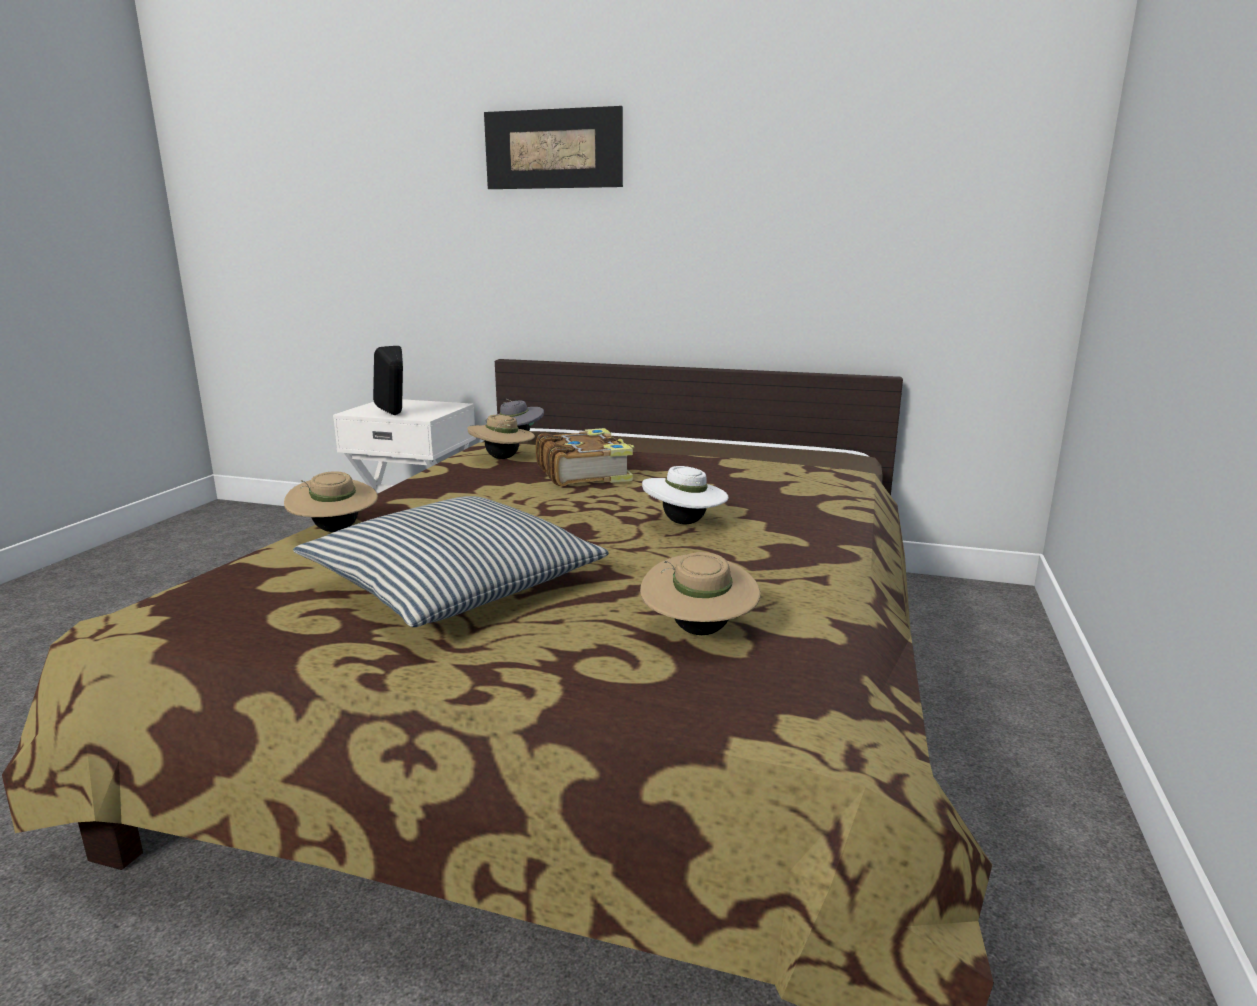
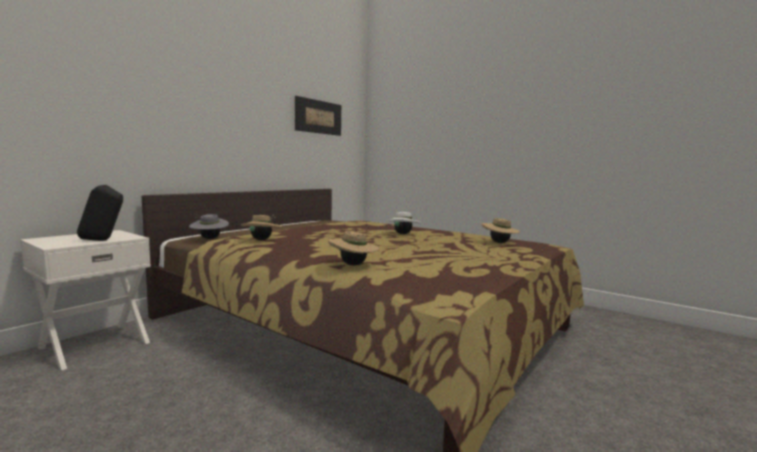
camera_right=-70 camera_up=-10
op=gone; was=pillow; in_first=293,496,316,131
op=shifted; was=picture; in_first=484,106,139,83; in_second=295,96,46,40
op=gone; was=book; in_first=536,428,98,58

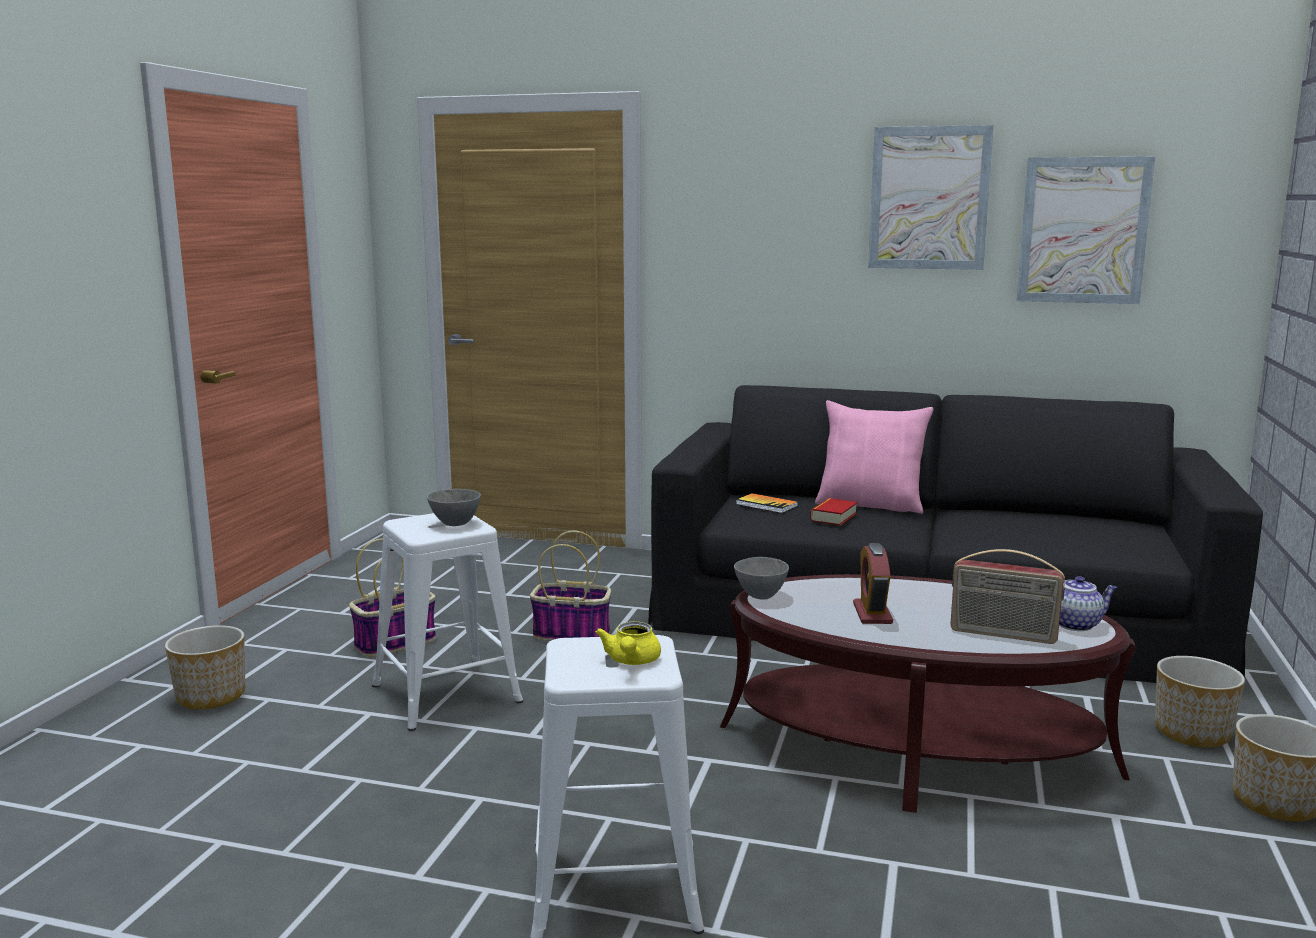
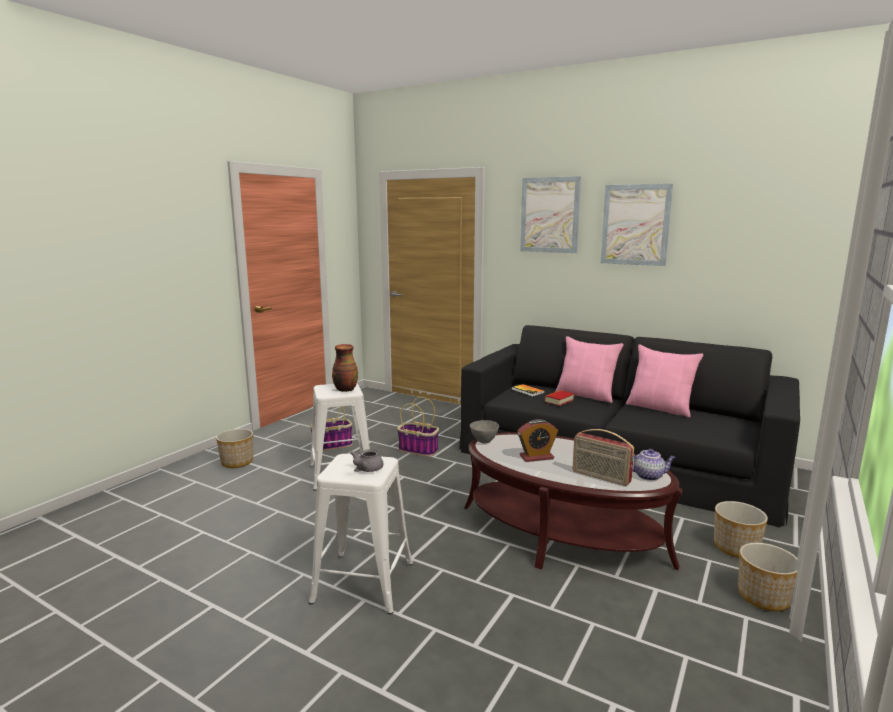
camera_right=15 camera_up=0
op=swapped; was=bowl/grey; now=vase; in_first=427,489,54,37; in_second=332,344,26,48
op=repainted; was=teapot/yellow; now=teapot/grey; in_first=595,621,66,44; in_second=351,449,32,23
op=rotated; was=alarm clock; in_first=853,543,40,81; in_second=517,419,41,43; clockwise=-120
op=shifted; was=picture; in_first=1016,156,139,148; in_second=520,176,61,77
op=new; now=pillow/pink; in_second=626,344,78,74

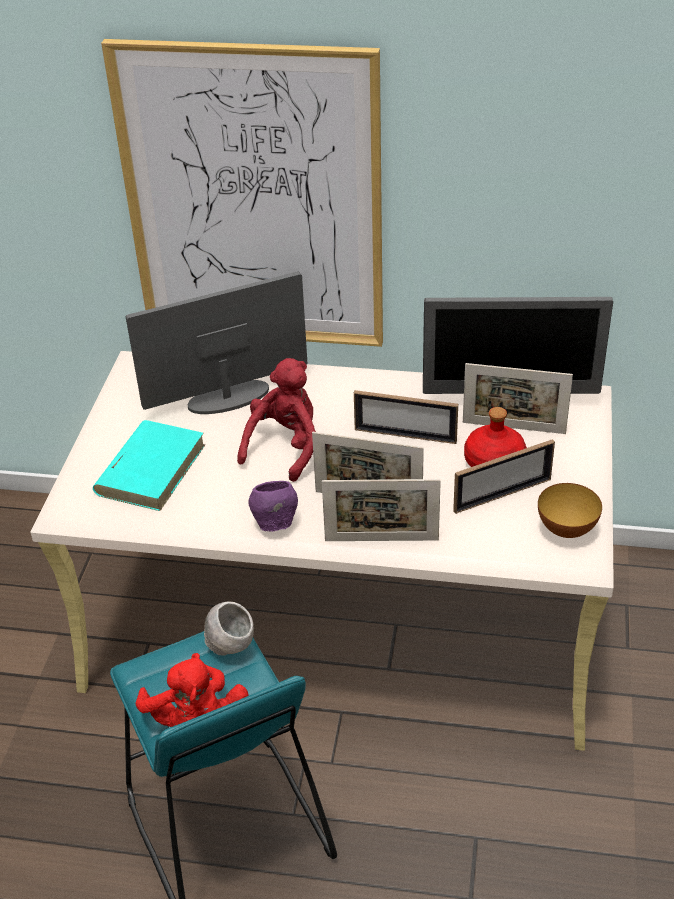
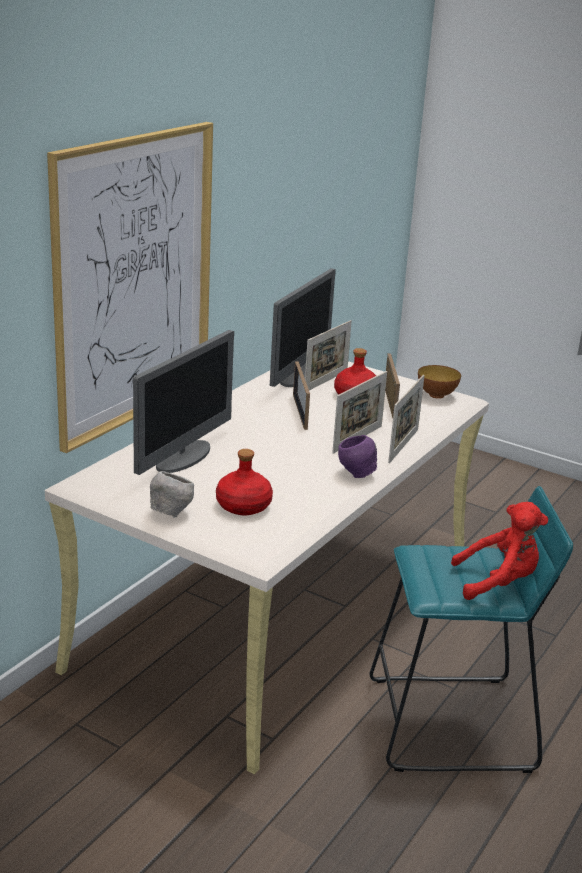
camera_right=-70 camera_up=-15
op=swapped; was=book/turquoise; now=bottle/red; in_first=93,420,112,91; in_second=216,449,57,66
op=rotated; was=monitor; in_first=126,271,181,143; in_second=133,330,101,145; clockwise=-150
op=shifted; was=bowl/grey; in_first=204,601,50,55; in_second=150,471,44,47
op=gone; was=plush toy/red; in_first=237,358,79,124
op=rotated; was=picture frame; in_first=354,390,104,54; in_second=293,361,17,69; clockwise=135

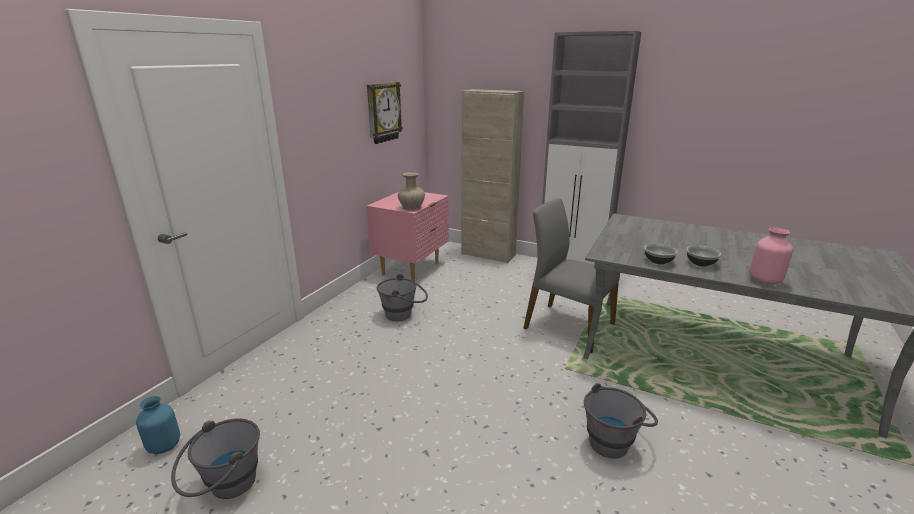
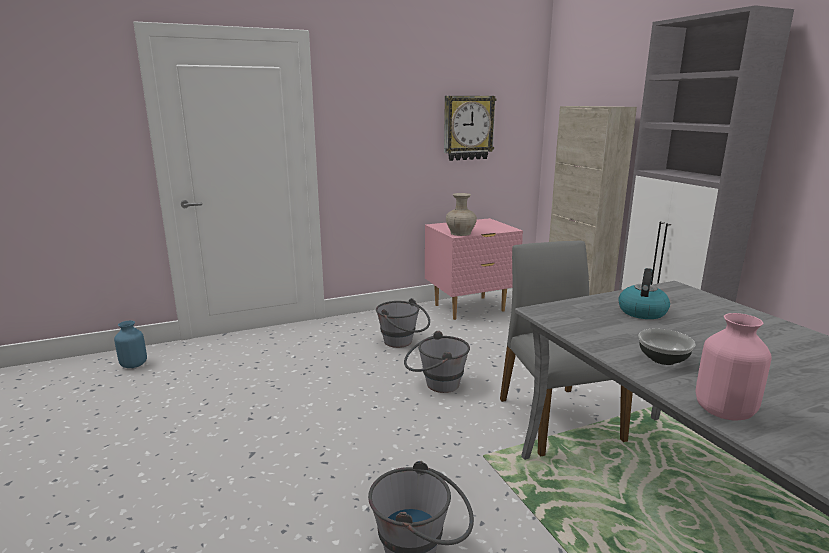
camera_right=40 camera_up=-5
op=shifted; was=bucket/grey; in_first=171,419,89,80; in_second=404,331,66,62
op=gone; was=bowl; in_first=644,244,33,20
op=new; now=kettle; in_second=619,268,51,51

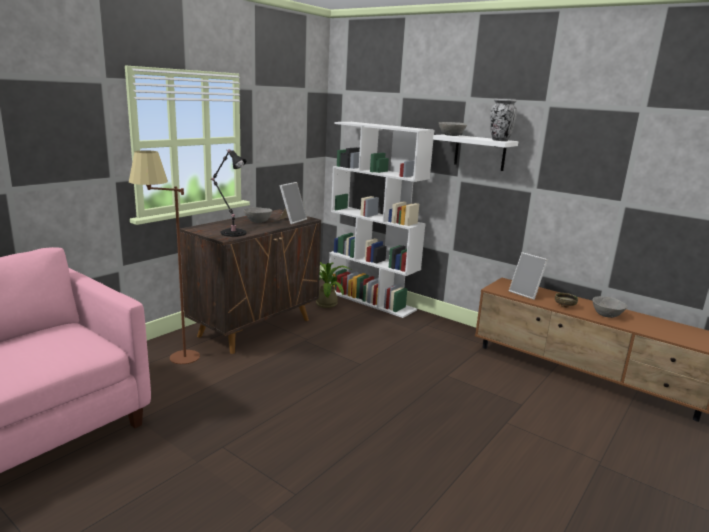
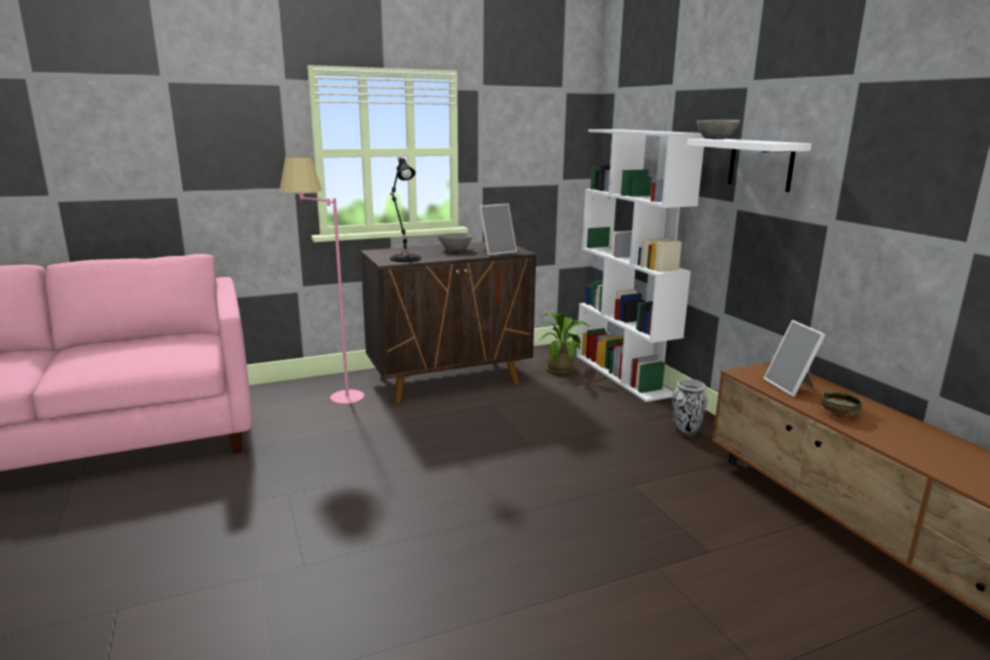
camera_right=30 camera_up=0
op=repainted; was=floor lamp/brown; now=floor lamp/pink; in_first=129,150,71,214; in_second=280,156,84,248
op=shifted; was=vase; in_first=490,99,27,42; in_second=672,379,36,57
op=gone; was=bowl/grey; in_first=592,296,36,22

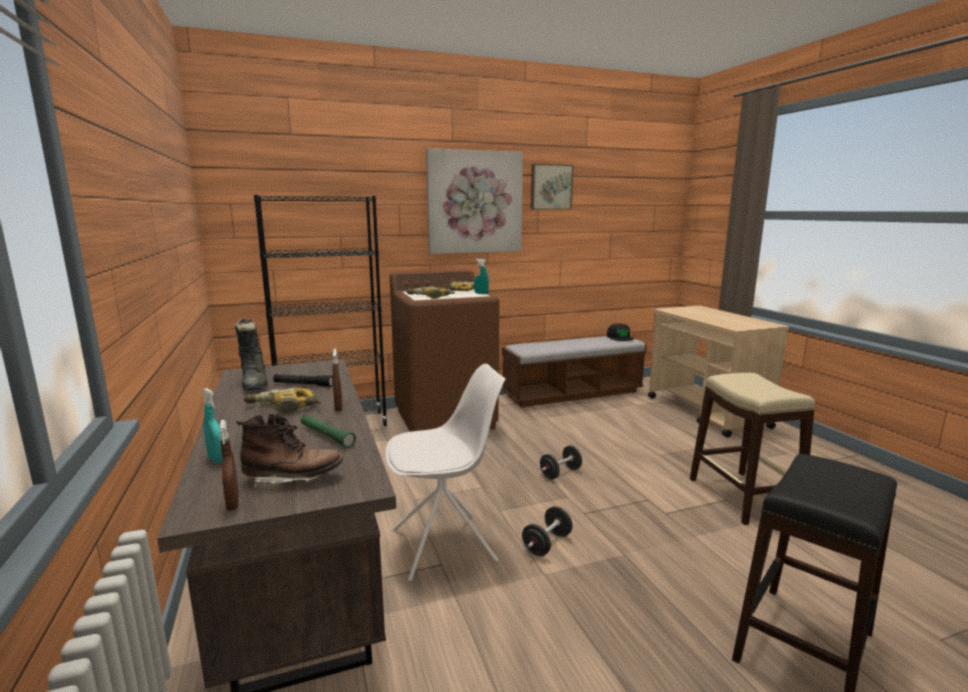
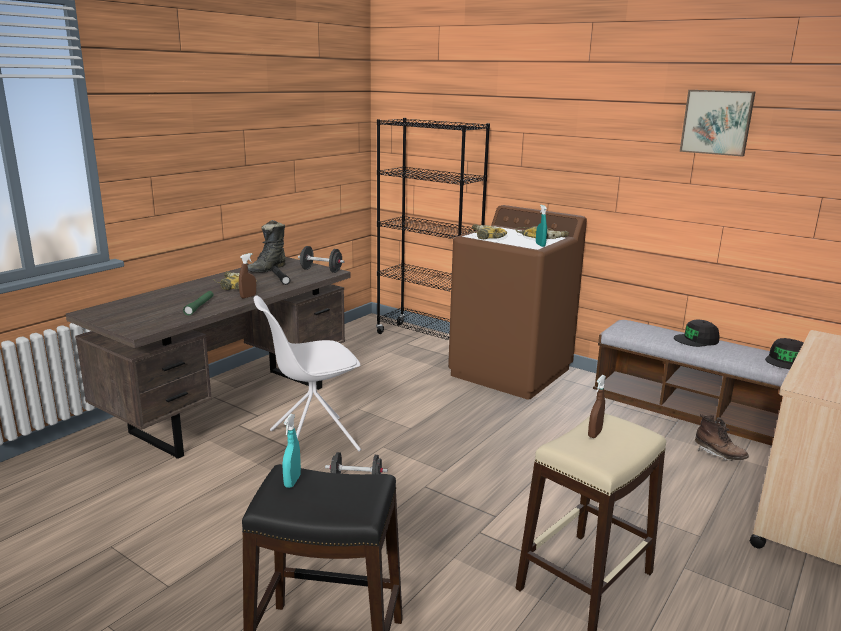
camera_right=55 camera_up=5
op=shifted; was=spray bottle/turquoise; in_first=202,388,20,76; in_second=283,414,18,74
op=shifted; was=spray bottle/brown; in_first=219,420,20,91; in_second=588,375,18,63
op=shifted; was=boot/brown; in_first=236,413,107,76; in_second=695,414,54,47
op=rotated; was=chair/white; in_first=385,364,121,218; in_second=254,295,107,156; clockwise=120
op=gone; was=picture; in_first=426,148,97,106
op=shifted; was=dumbbell/black; in_first=540,445,42,35; in_second=298,246,47,27
op=new; now=cap/black; in_second=674,320,46,27

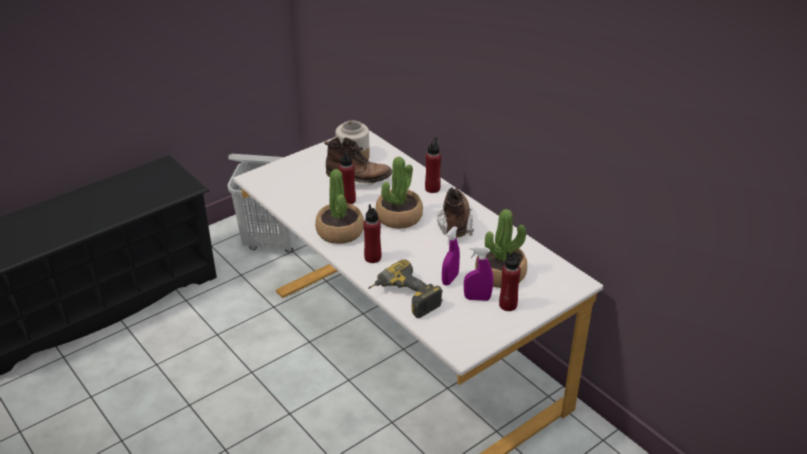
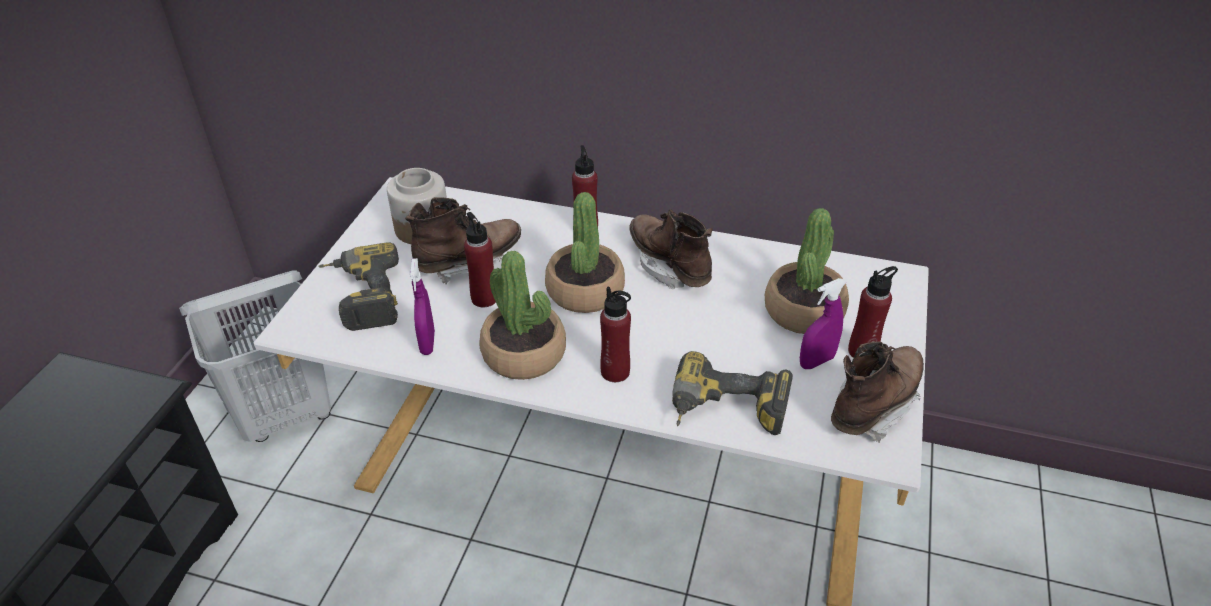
camera_right=-35 camera_up=5
op=shifted; was=spray bottle/purple; in_first=442,226,18,59; in_second=409,258,26,97
op=new; now=power drill; in_second=318,243,81,88
op=new; now=boot/brown; in_second=831,341,93,102

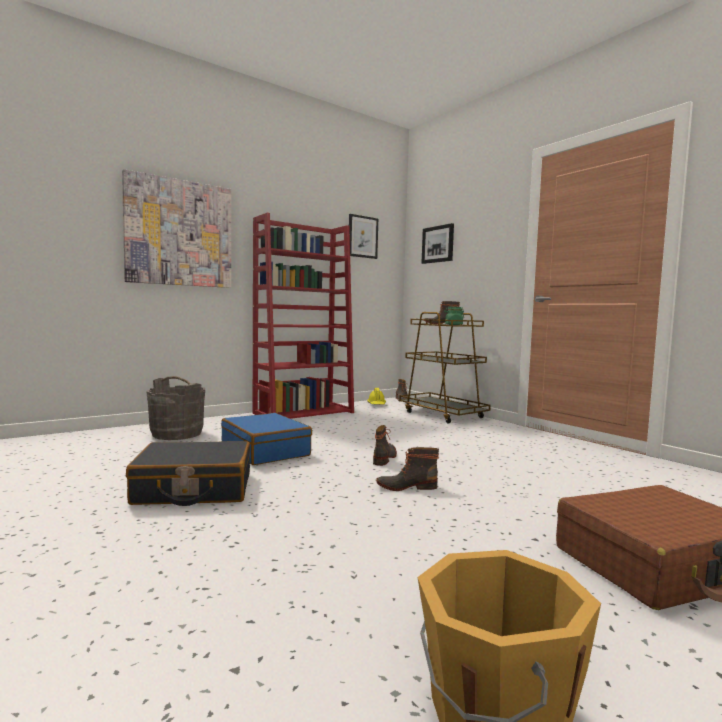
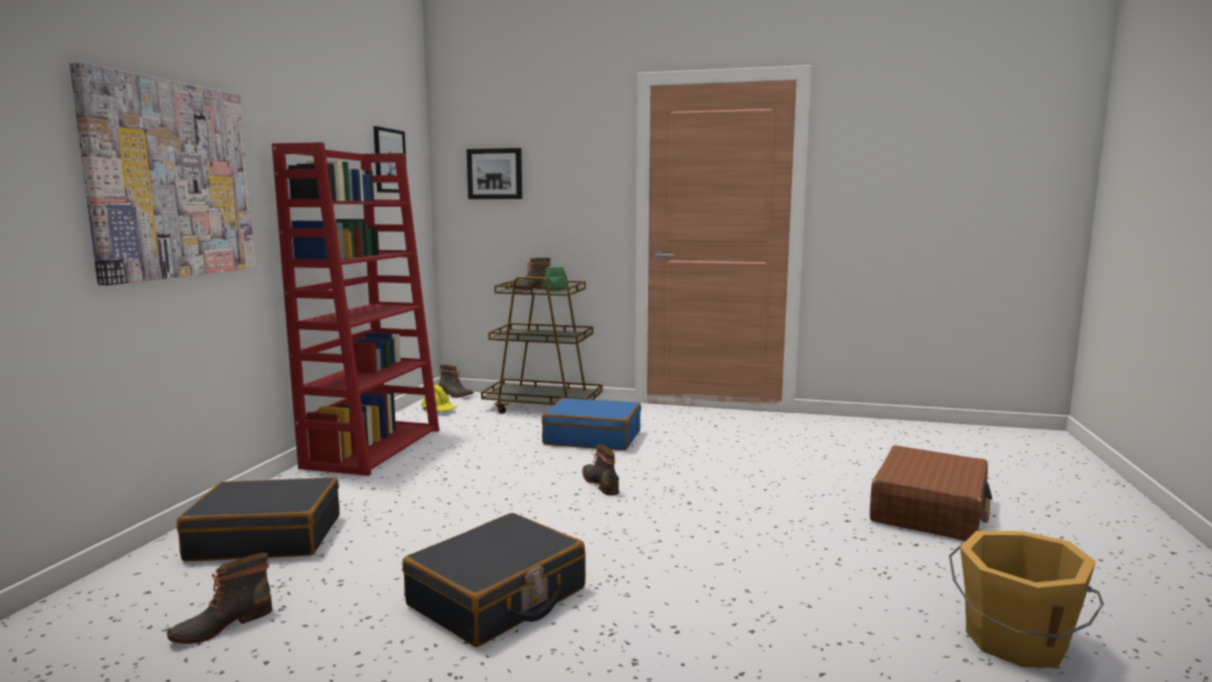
camera_right=-40 camera_up=5
op=swapped; was=bucket/grey; now=suitcase/black; in_first=146,376,59,64; in_second=177,477,163,84
op=shifted; was=suitcase/blue; in_first=221,413,91,52; in_second=542,398,99,52
op=shifted; was=boot; in_first=376,447,63,44; in_second=167,553,105,91

